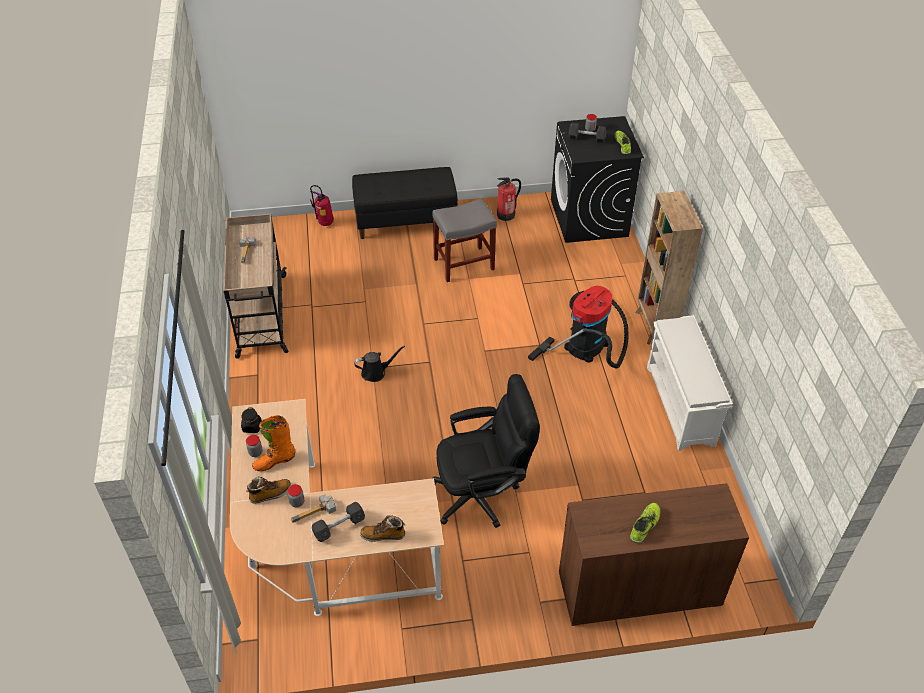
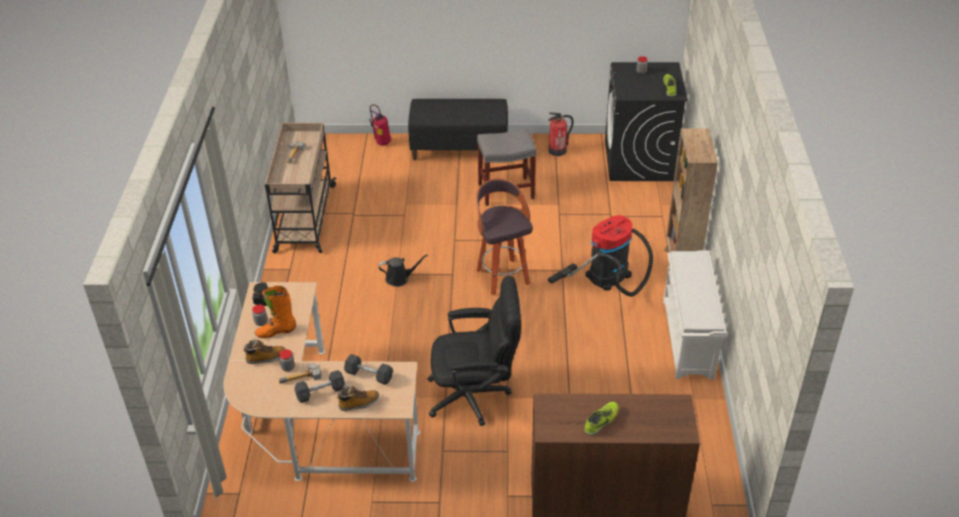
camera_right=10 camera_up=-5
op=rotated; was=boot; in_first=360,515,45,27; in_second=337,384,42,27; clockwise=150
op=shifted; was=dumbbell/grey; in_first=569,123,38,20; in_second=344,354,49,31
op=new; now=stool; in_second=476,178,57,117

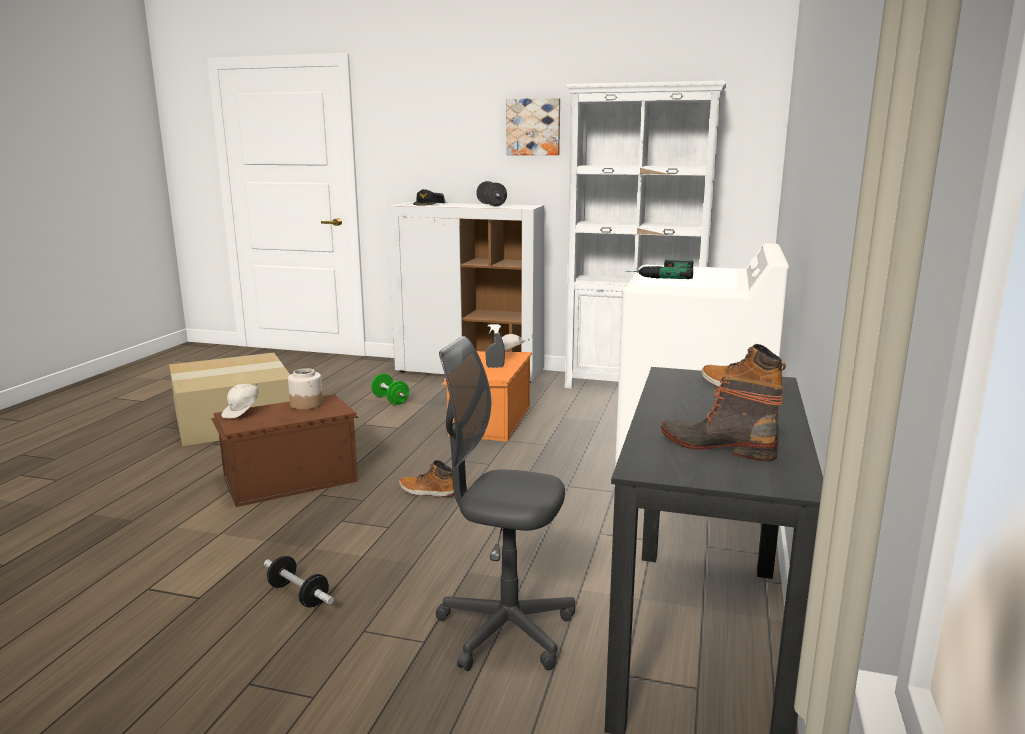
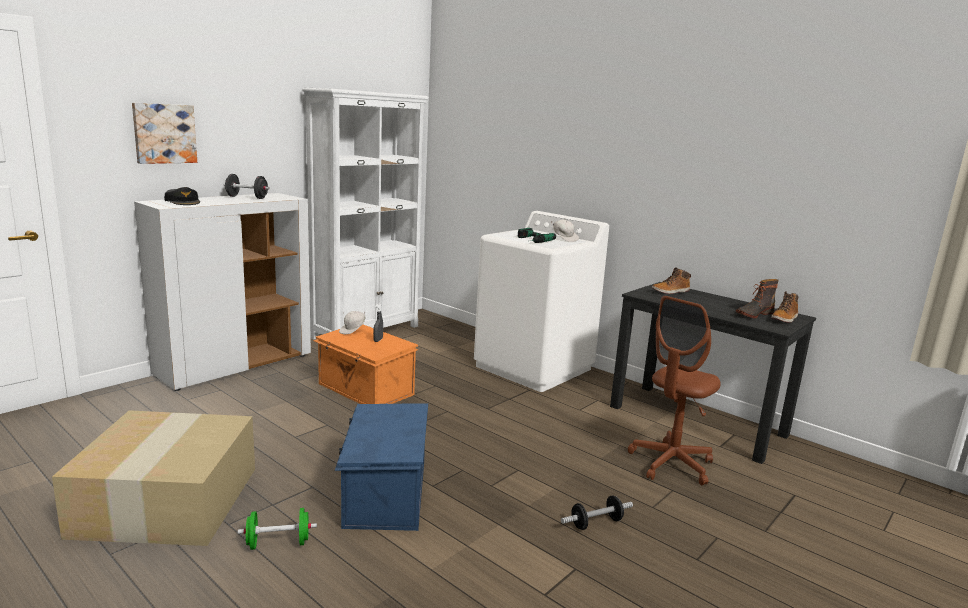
camera_right=-65 camera_up=0
op=repainted; was=storage box/brown; now=storage box/blue; in_first=211,395,148,112; in_second=335,403,93,128
op=shifted; was=cap/white; in_first=221,383,38,36; in_second=551,220,28,22
op=gone; was=jar; in_first=288,368,35,42
op=shifted; was=dumbbell/green; in_first=371,373,38,32; in_second=238,508,79,42
op=shifted; was=boot; in_first=399,460,55,37; in_second=771,291,27,32
op=repainted; was=office chair/grey; now=office chair/brown; in_first=436,336,139,335; in_second=628,296,93,189
op=shifted; was=picture; in_first=506,98,54,57; in_second=132,103,65,61

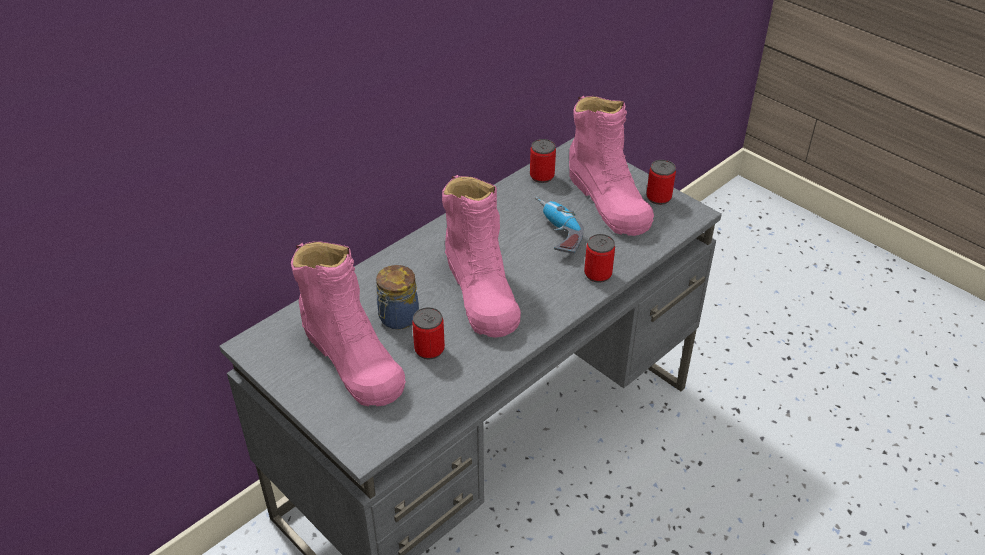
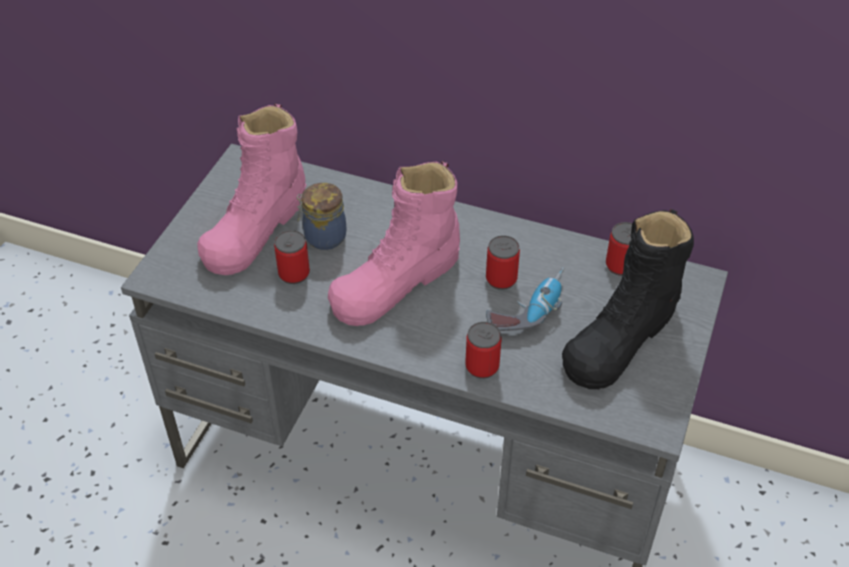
camera_right=65 camera_up=5
op=repainted; was=boot/pink; now=boot/black; in_first=569,96,85,140; in_second=562,209,132,180
op=shifted; was=can; in_first=646,160,30,45; in_second=486,235,34,55

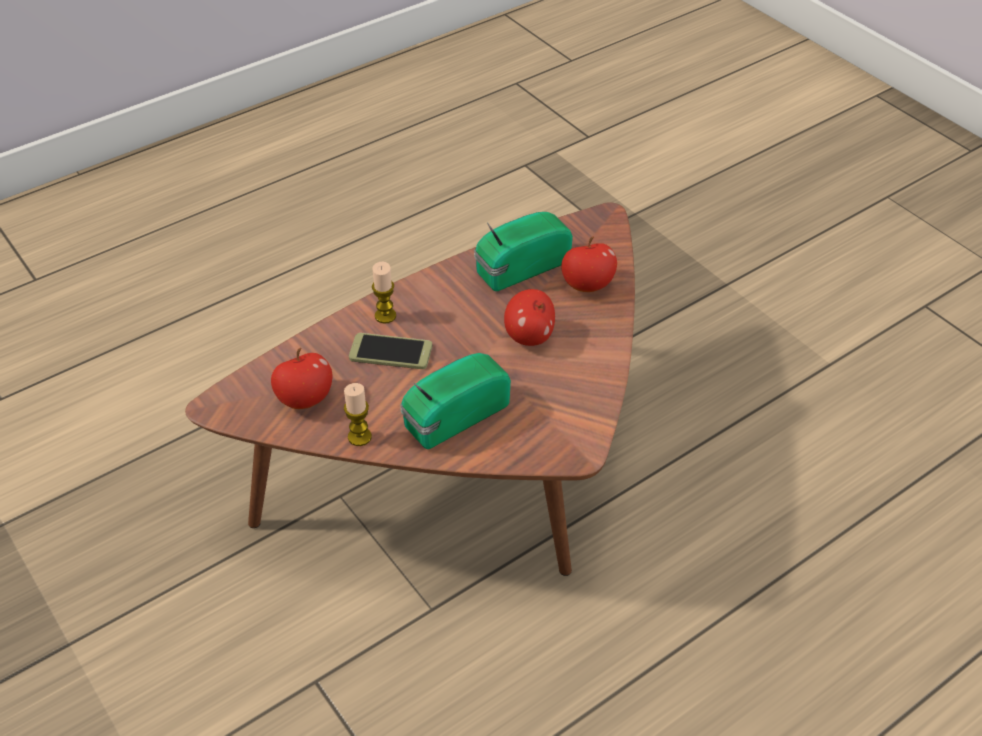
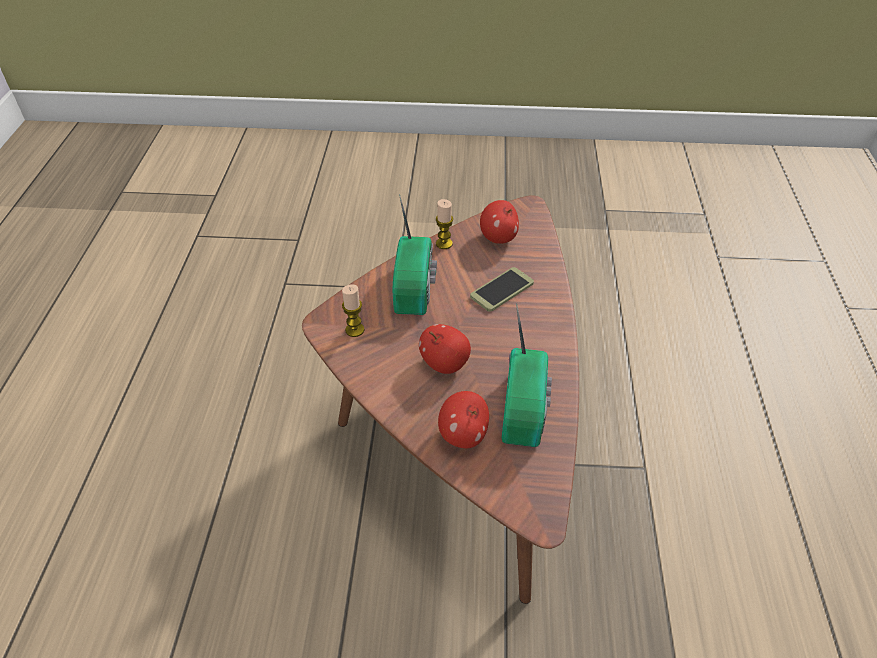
camera_right=130 camera_up=0
op=shifted; was=candle; in_first=372,262,24,62; in_second=342,284,22,53

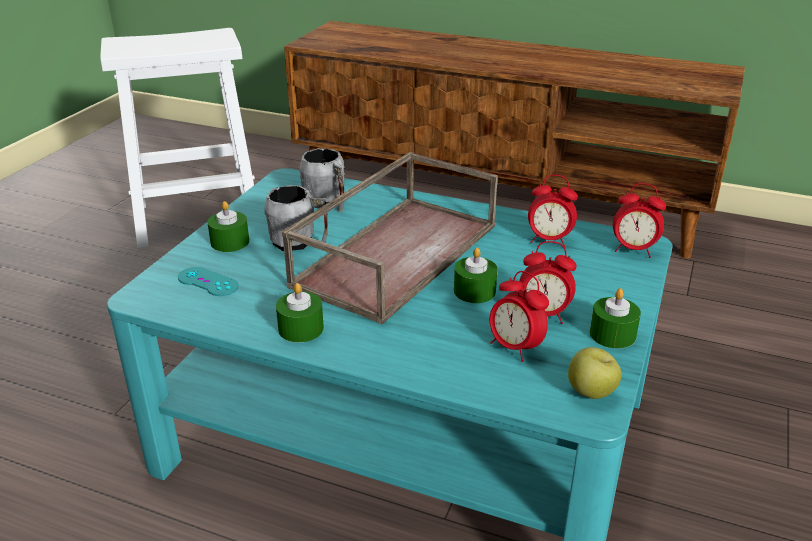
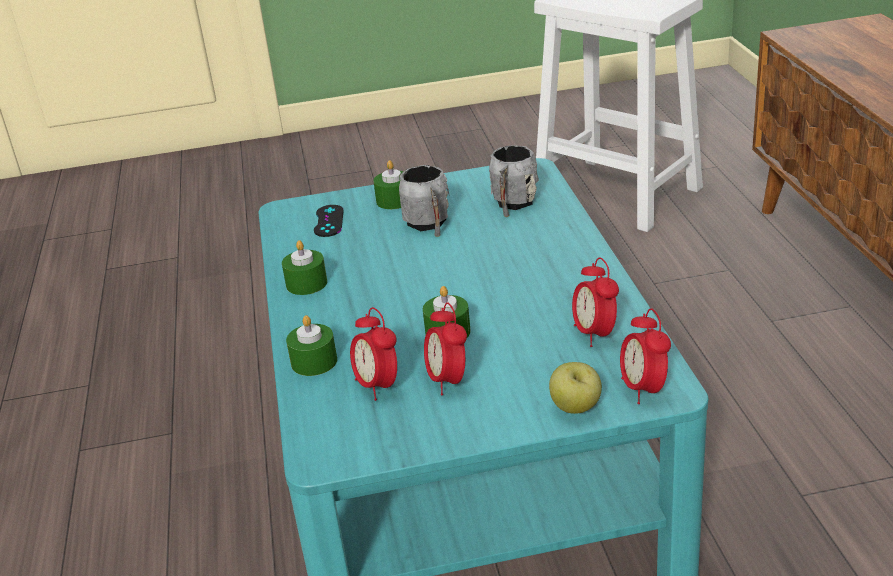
camera_right=60 camera_up=0
op=repainted; was=game controller/turquoise; now=game controller/black; in_first=178,267,61,29; in_second=314,205,30,32
op=gone; was=tray/brown; in_first=282,152,216,172
op=rotated; was=alarm clock; in_first=490,271,59,91; in_second=350,307,47,94; clockwise=-45
op=shifted; was=apple; in_first=568,347,53,52; in_second=549,362,53,52
op=shifted; was=candle/green; in_first=590,288,51,61; in_second=286,315,51,61

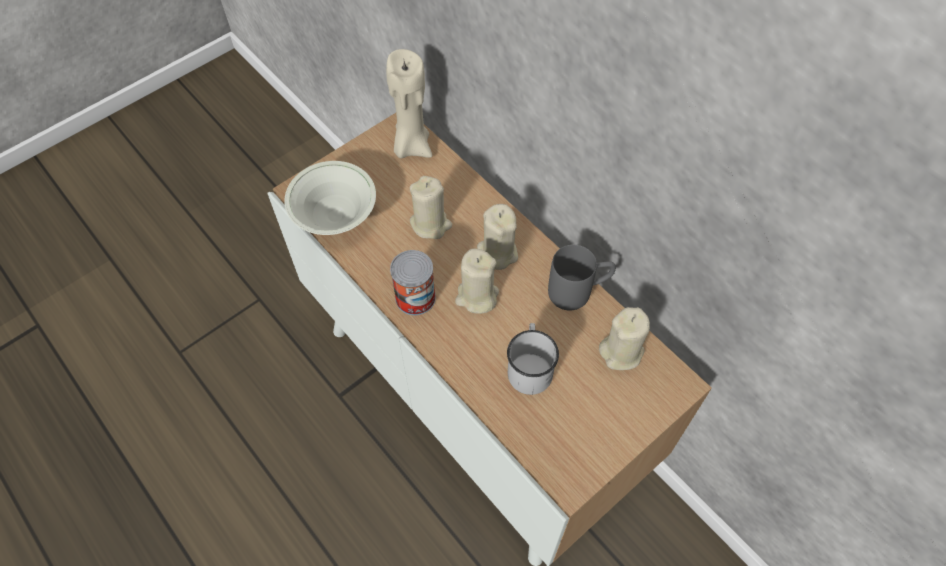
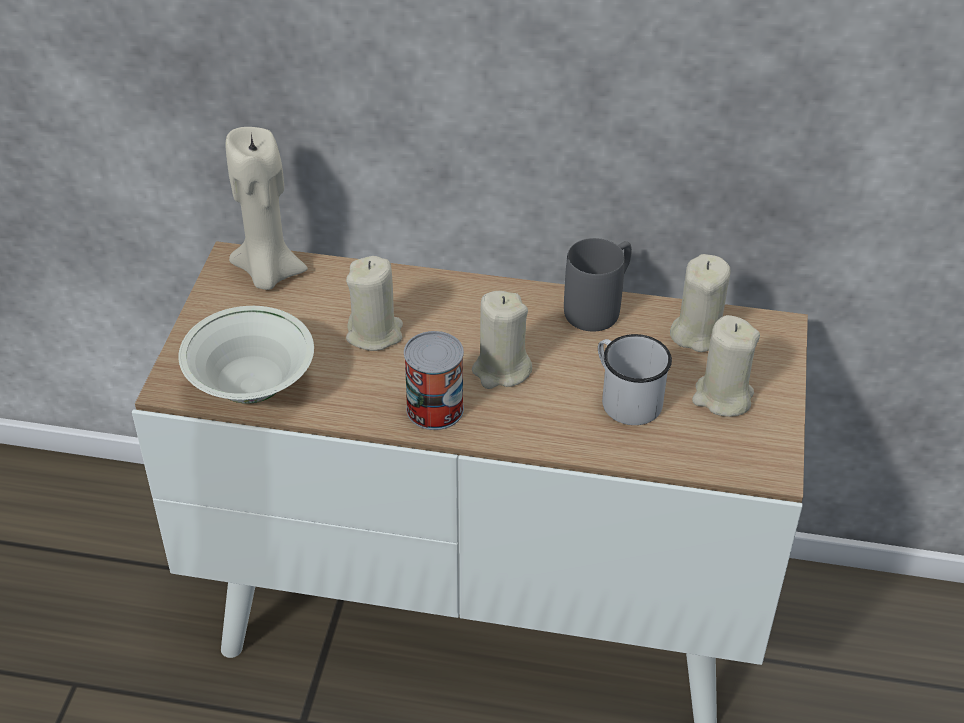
camera_right=-40 camera_up=-15
op=shifted; was=candle/beige; in_first=477,204,41,66; in_second=692,315,68,102

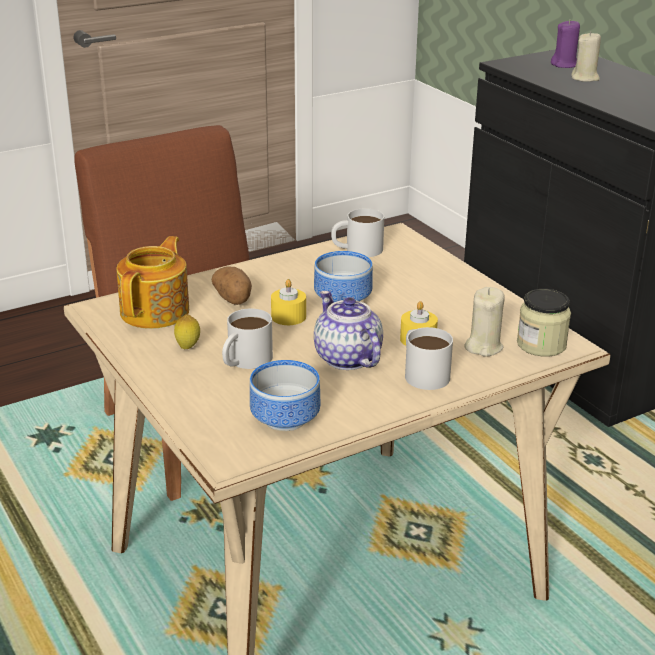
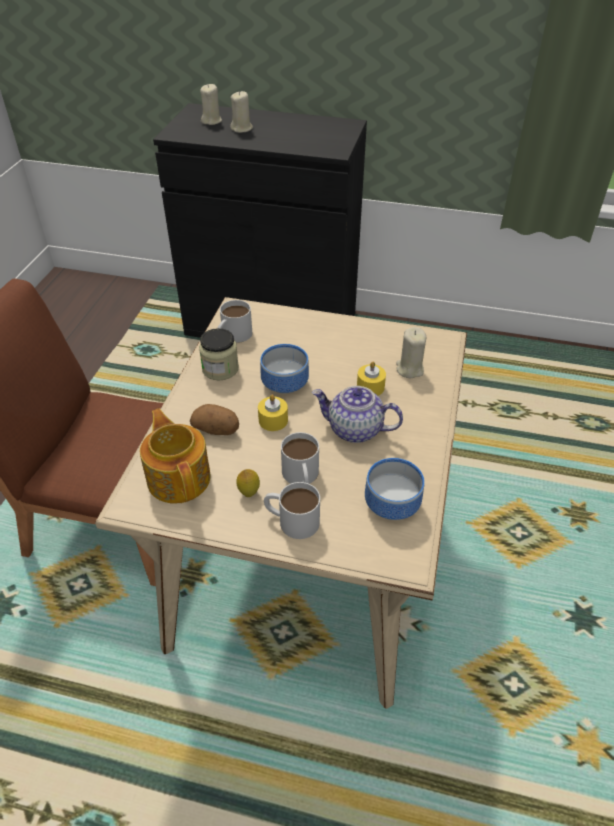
camera_right=-45 camera_up=15
op=shifted; was=mug/white; in_first=405,327,48,63; in_second=264,482,56,57
op=shifted; was=jar; in_first=517,289,54,68; in_second=199,328,40,52
op=repainted; was=candle/purple; now=candle/beige; in_first=551,19,29,49; in_second=200,84,22,41

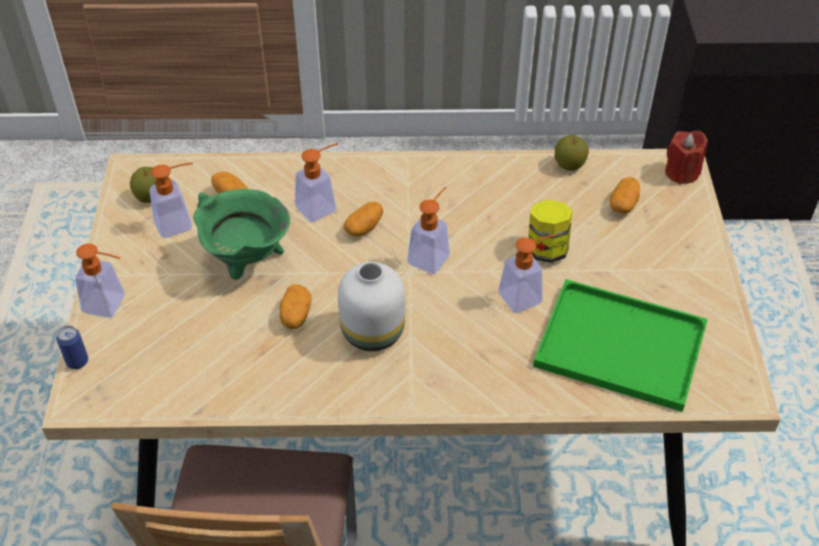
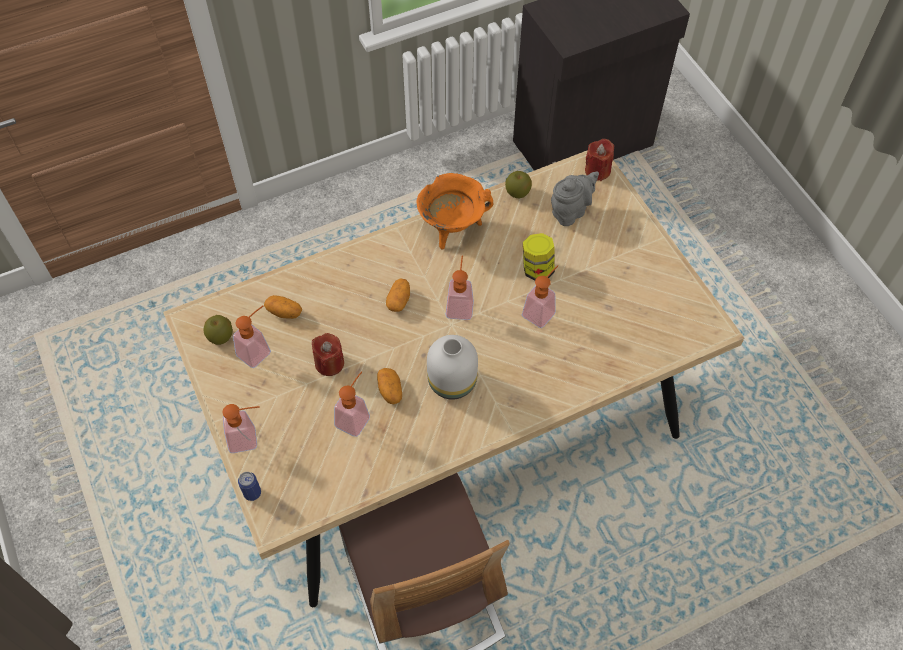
camera_right=-25 camera_up=10
op=swapped; was=cooking pot/green; now=candle/red; in_first=193,189,97,91; in_second=312,333,32,43
op=shifted; was=soap dispenser; in_first=295,143,43,79; in_second=334,371,36,66
op=gone; was=tray/green; in_first=533,279,175,133
op=swapped; was=potato; now=teapot/grey; in_first=610,177,30,37; in_second=551,171,48,55
op=new; now=cooking pot/orange; in_second=417,173,76,77

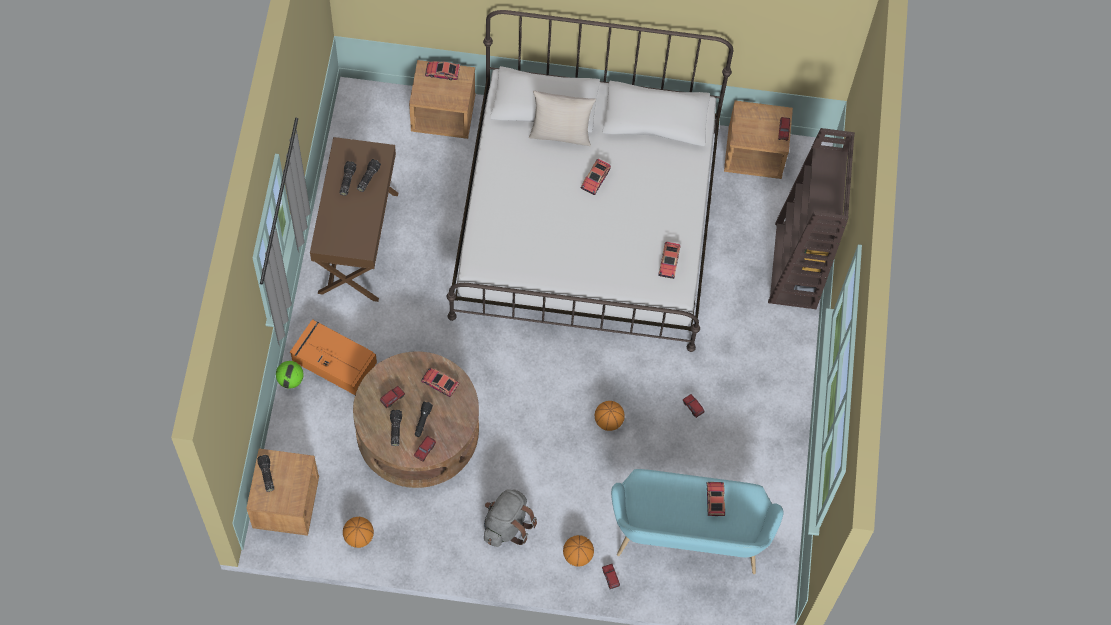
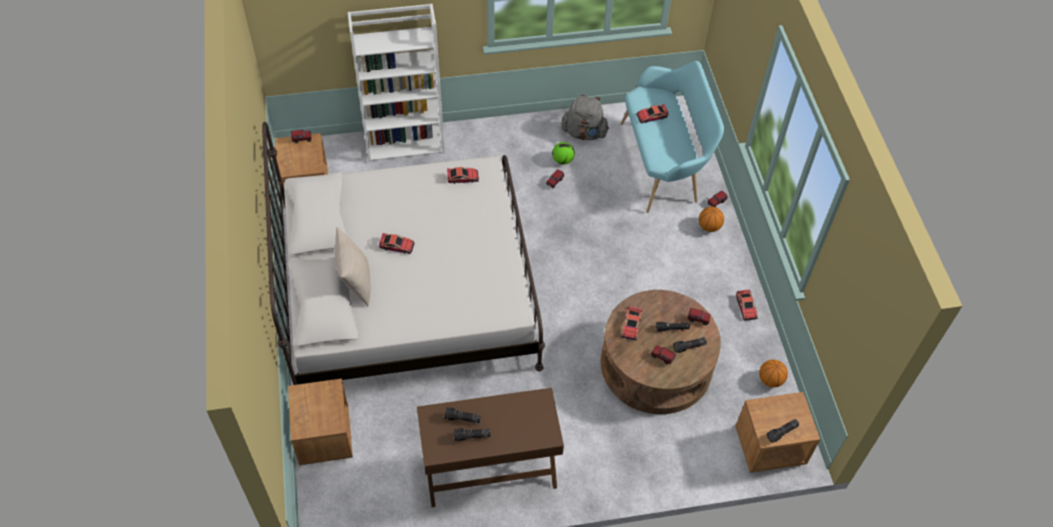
camera_right=-105 camera_up=-10
op=shifted; was=football; in_first=276,361,28,28; in_second=552,142,23,23
op=gone; was=storage box/orange; in_first=290,319,87,76
op=shifted; was=toy car; in_first=425,61,35,19; in_second=736,289,22,32
op=shifted; was=backpack/grey; in_first=484,489,53,58; in_second=561,95,48,45
op=gone; was=basketball; in_first=595,401,30,30
op=repainted; was=bookcase/brown; now=bookcase/white; in_first=768,128,87,181; in_second=348,4,97,159

